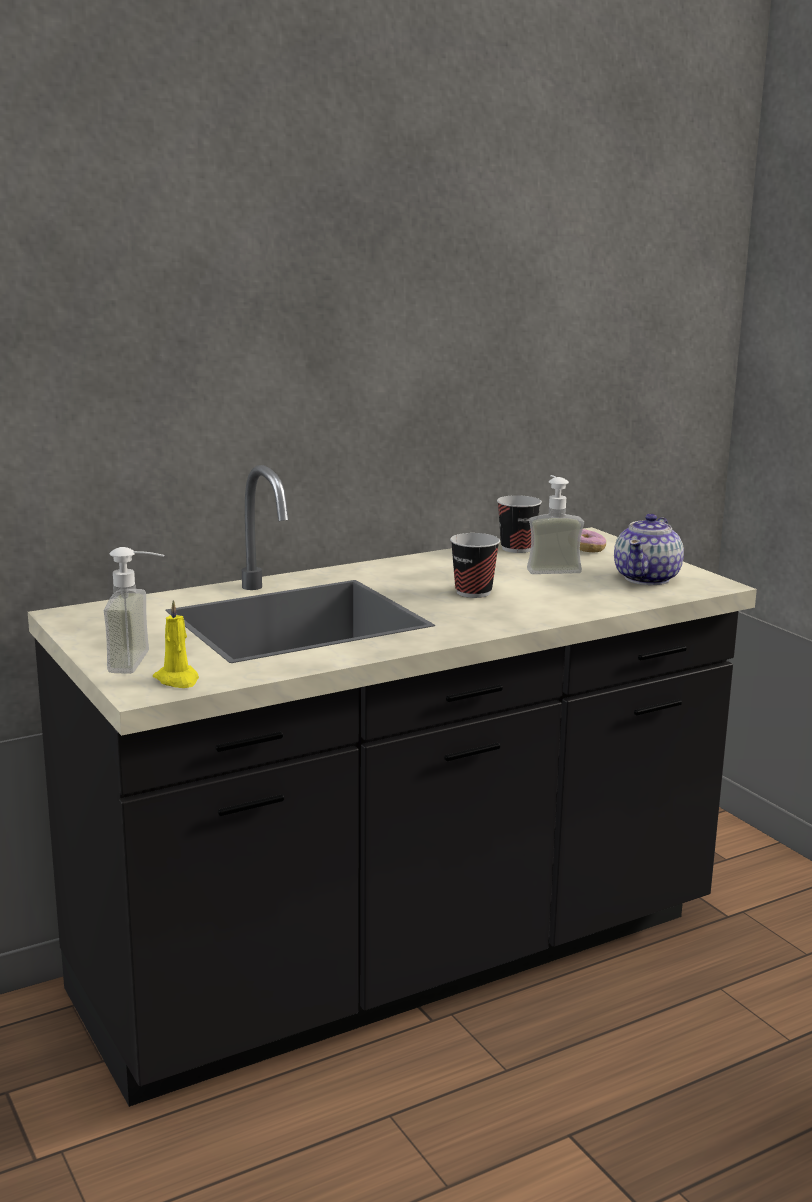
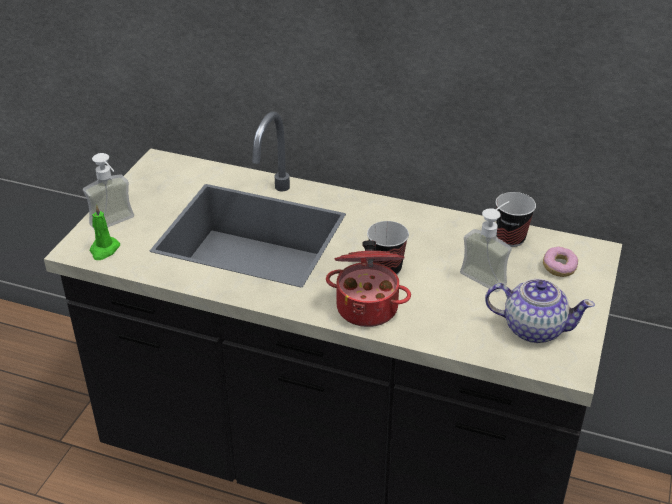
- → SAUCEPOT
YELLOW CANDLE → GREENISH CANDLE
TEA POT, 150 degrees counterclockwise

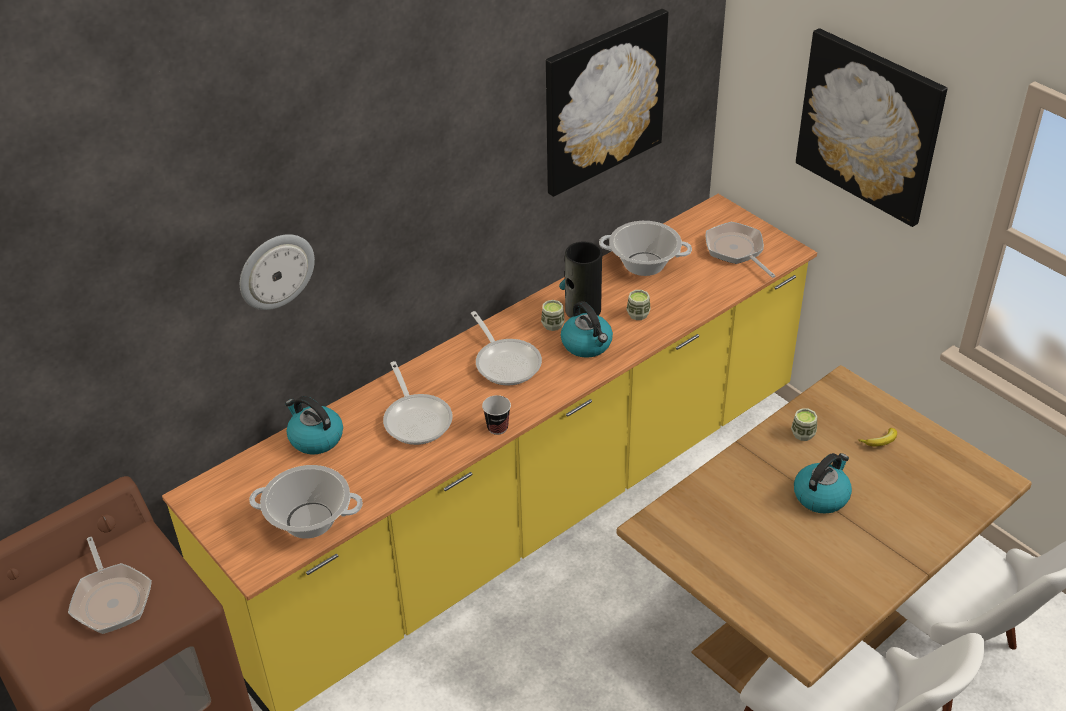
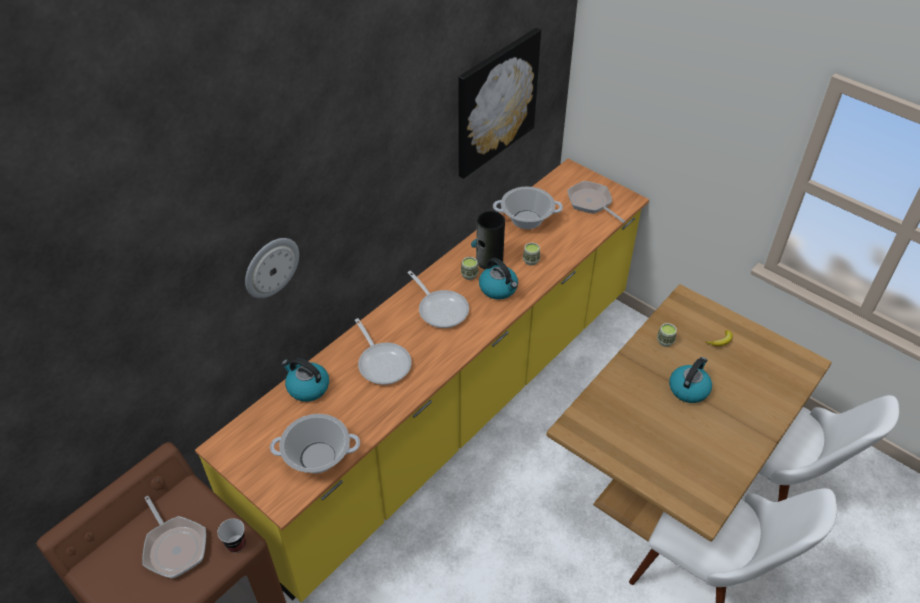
PICTURE (no. 2 from left) → -
CUP (no. 1 from left), shifted

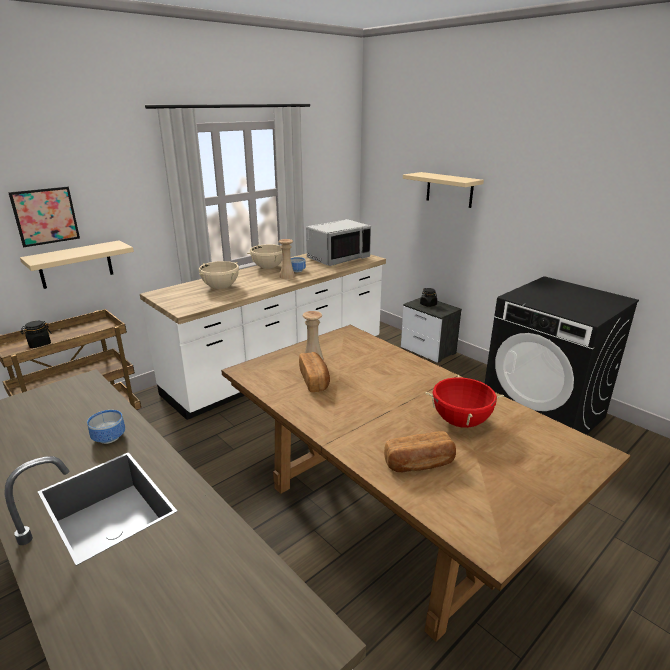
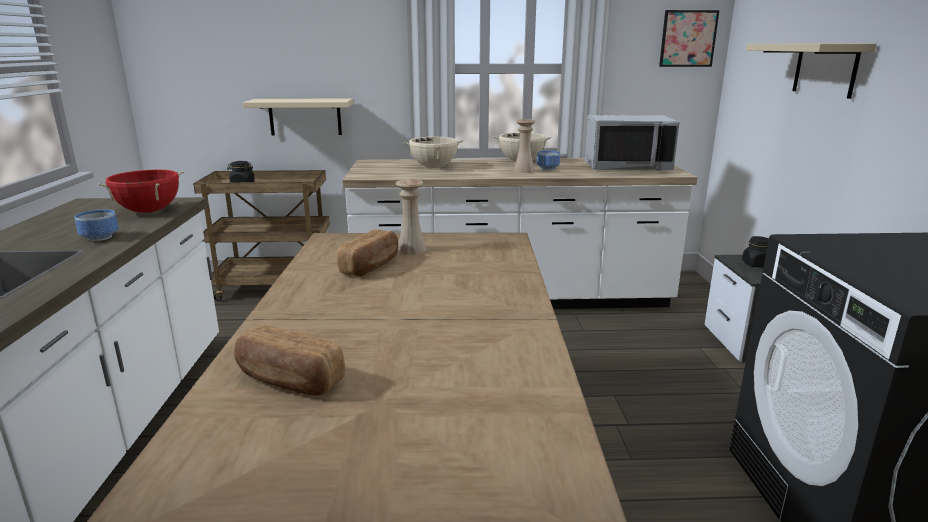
PICTURE, shifted
REDDISH SAUCEPOT, shifted

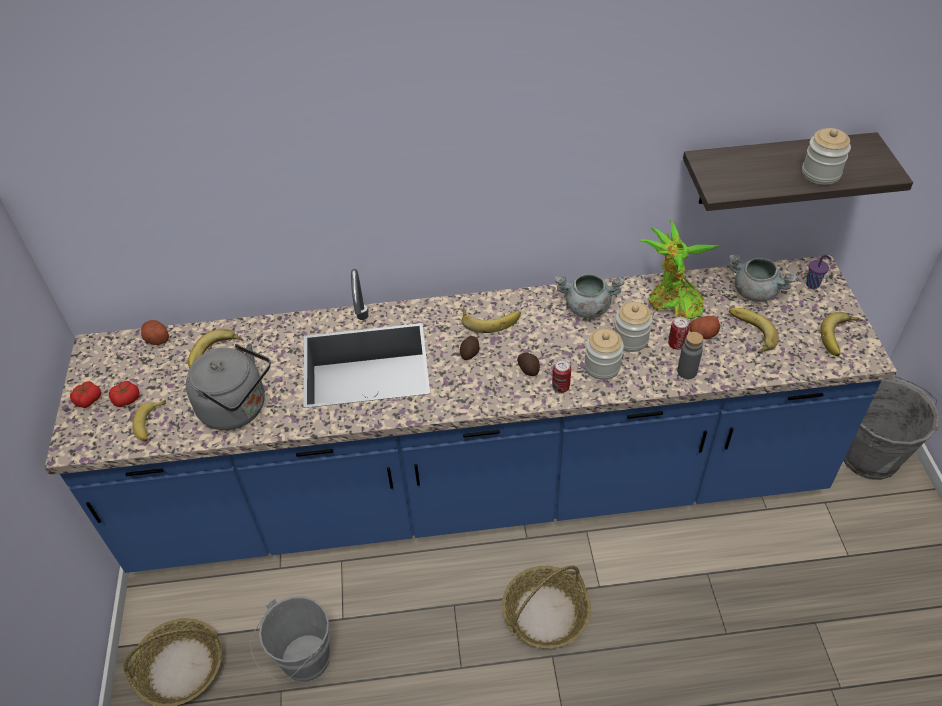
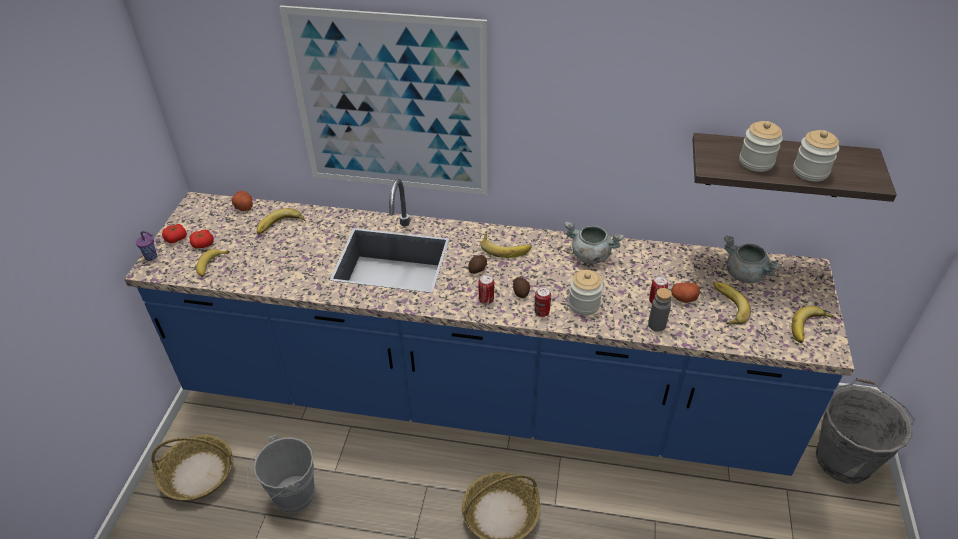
GREYISH KETTLE → -
PLANT IN A POT → -
- → PICTURE
- → SEALED CAN (no. 1 from left)
STORAGE JAR (no. 2 from left), shifted
PURPLE-COLOURED CUP, shifted

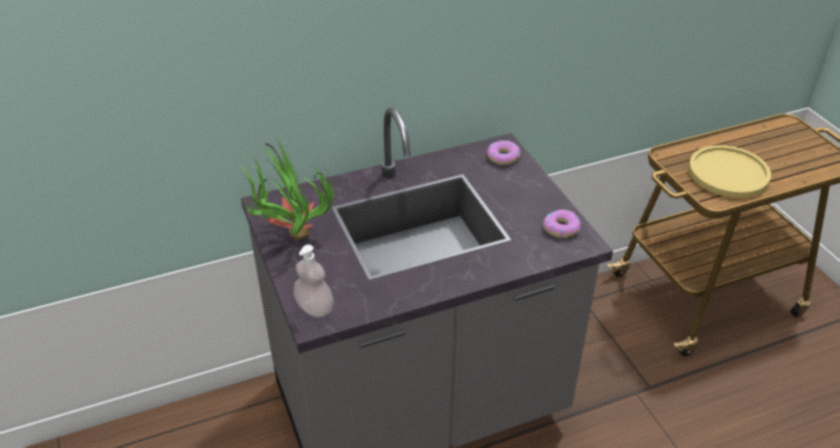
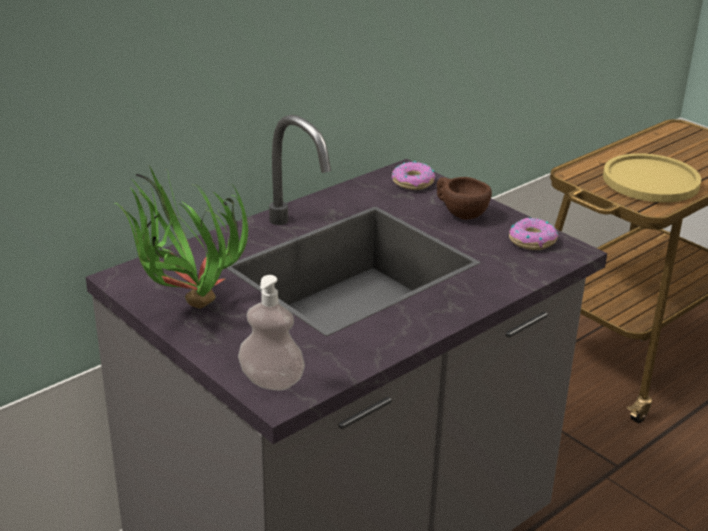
- → BROWN CUP

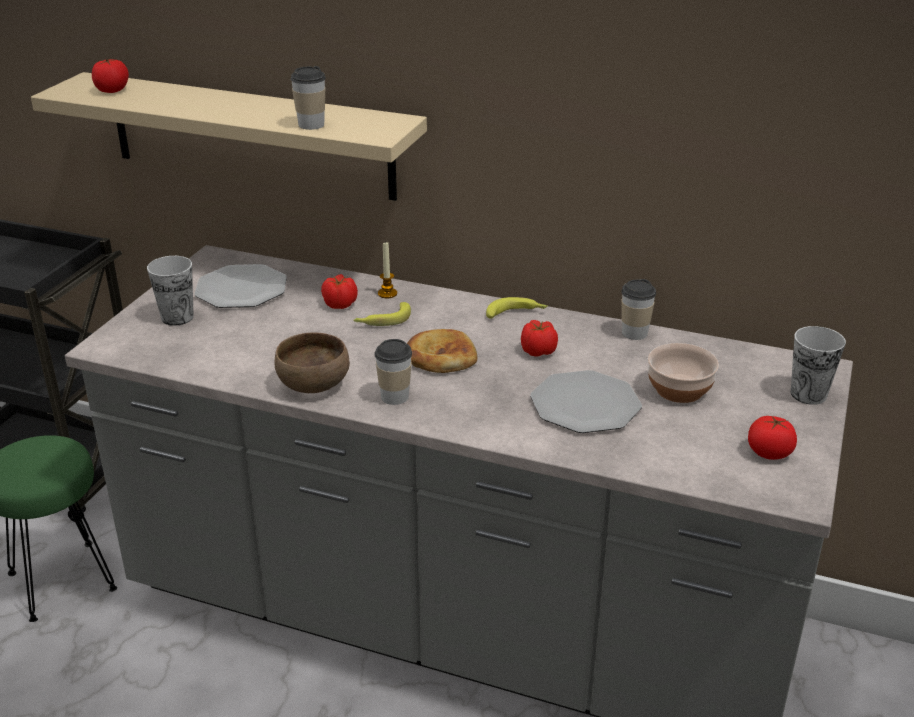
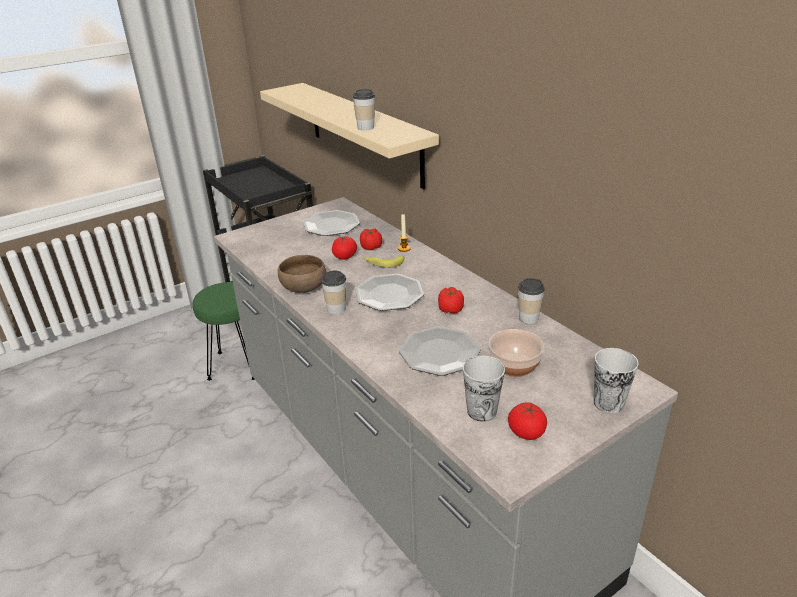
BANANA FRUIT (no. 2 from left) → -
FRESH TOMATO (no. 1 from left), shifted
CUP (no. 1 from left in the first image) → CUP (no. 3 from left), shifted
BAKERY BREAD → PLATE (no. 2 from left)

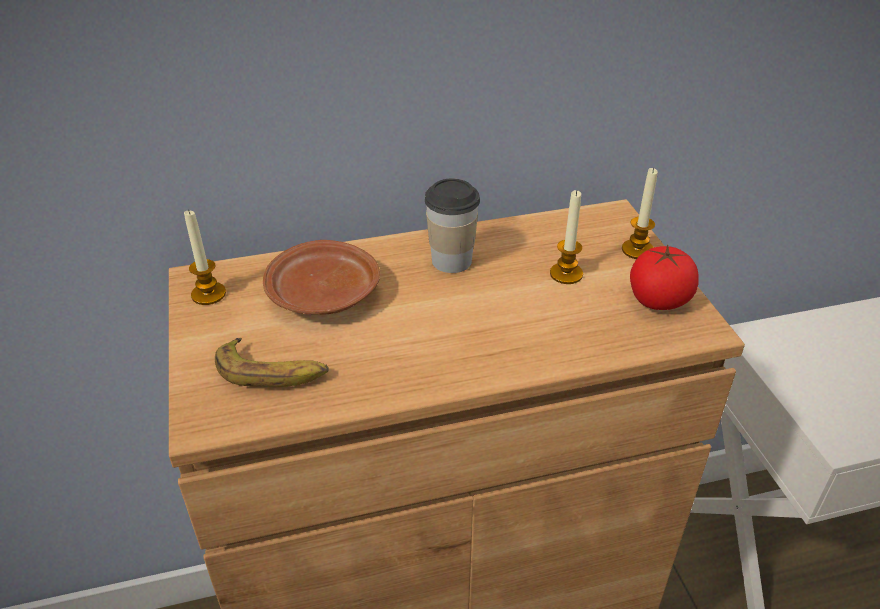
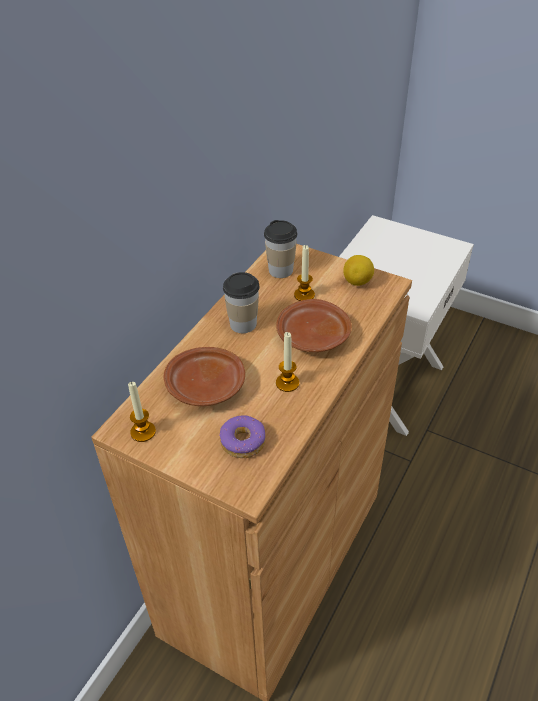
- → CUP (no. 2 from left)
- → BROWN PLATE (no. 2 from left)
CANDLE (no. 3 from left in the first image) → CANDLE (no. 2 from left), shifted
BANANA FRUIT → DOUGHNUT
FRESH TOMATO → WHOLE LEMON

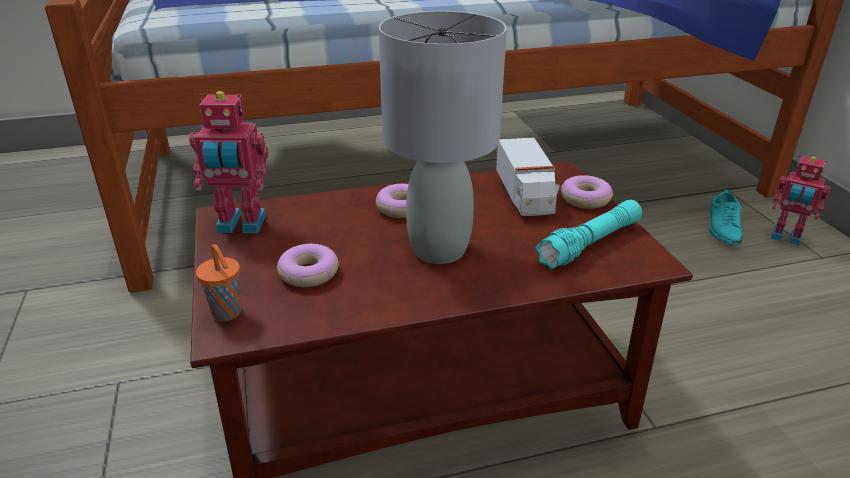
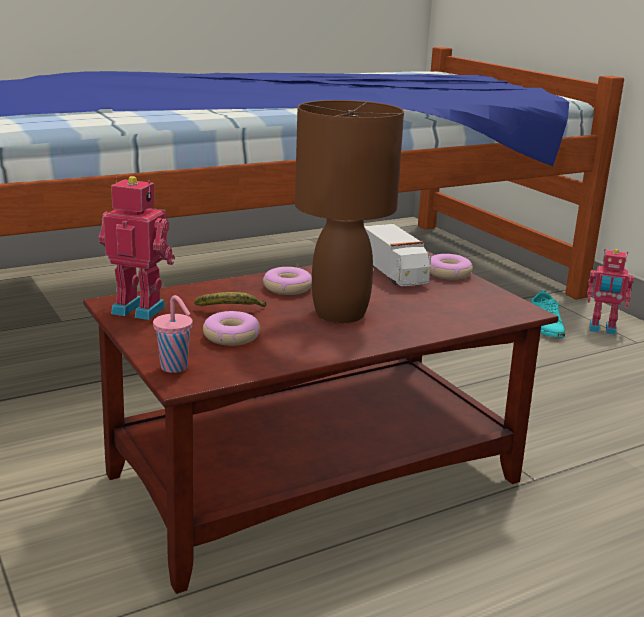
TURQUOISE-COLOURED TORCH → -
- → BANANA FRUIT
ORANGEY CUP → PINK CUP
GREYISH LAMP FOR A TABLE → BROWN LAMP FOR A TABLE
MODEL ROBOT (no. 1 from left), 150 degrees counterclockwise

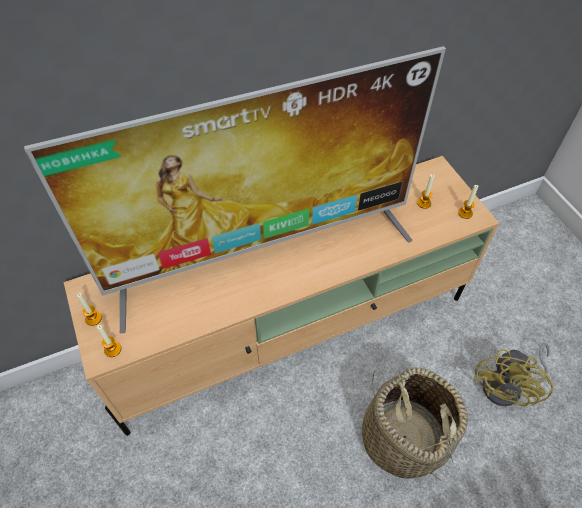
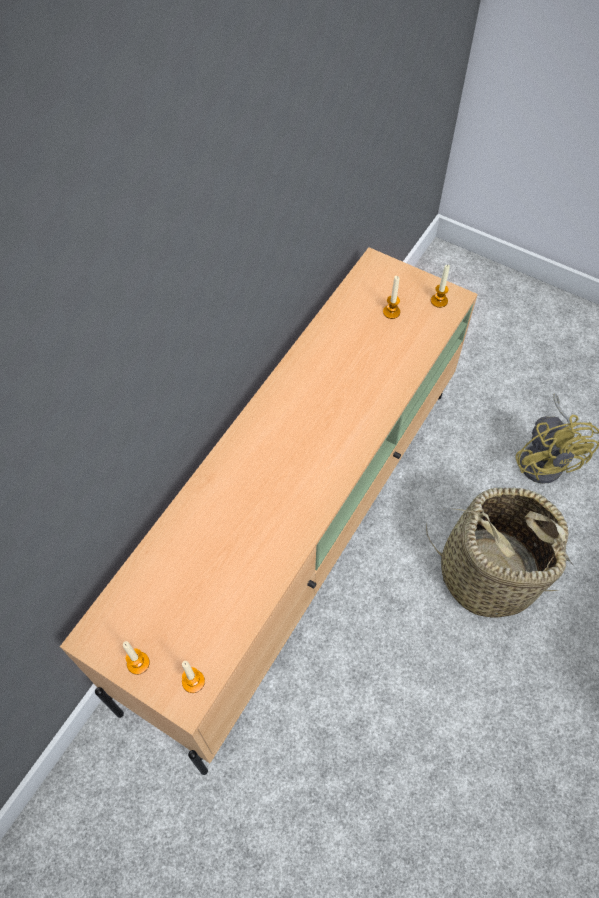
TV → -

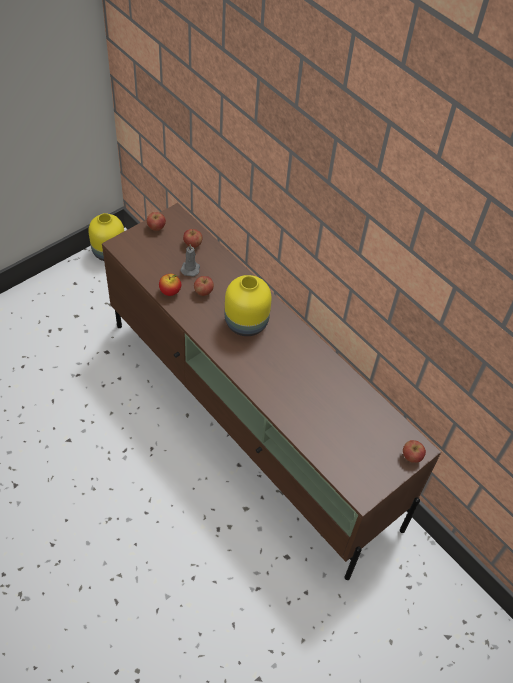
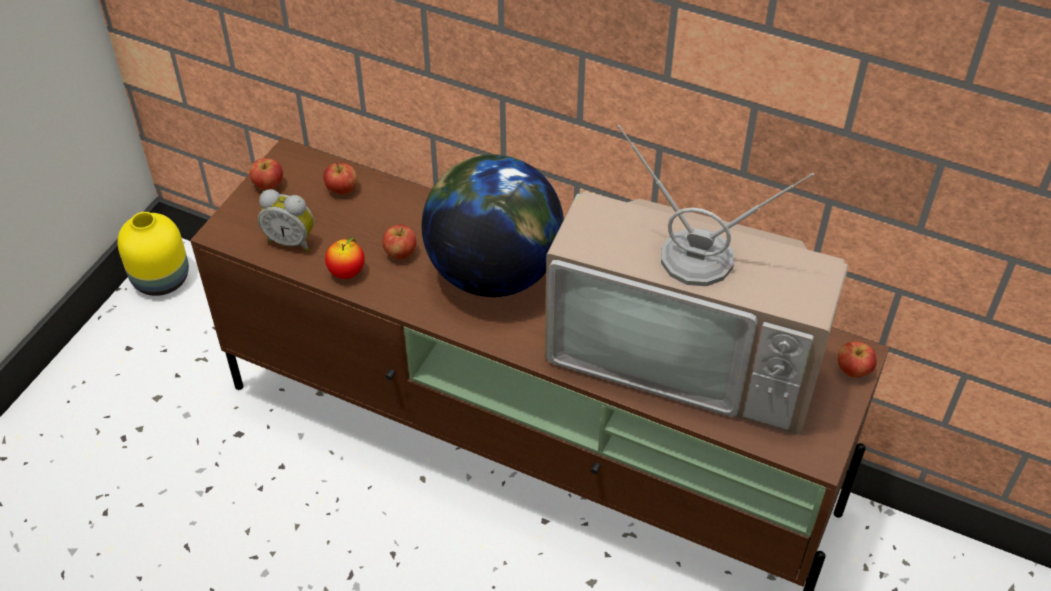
GREYISH CANDLE → -
- → ALARM CLOCK
- → TV
YELLOW FLOWER VASE (no. 2 from left) → GLOBE

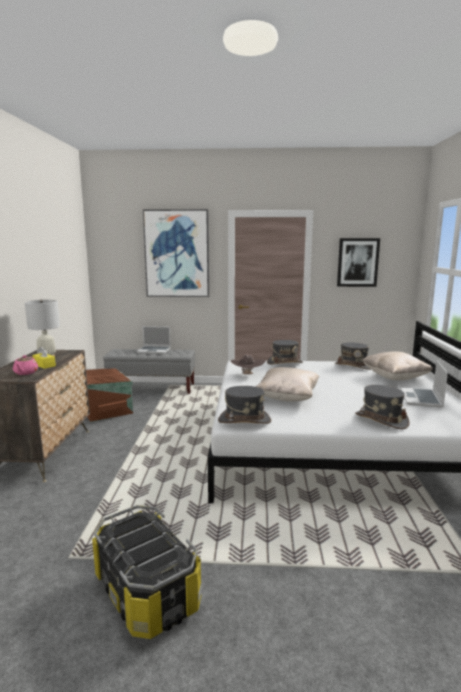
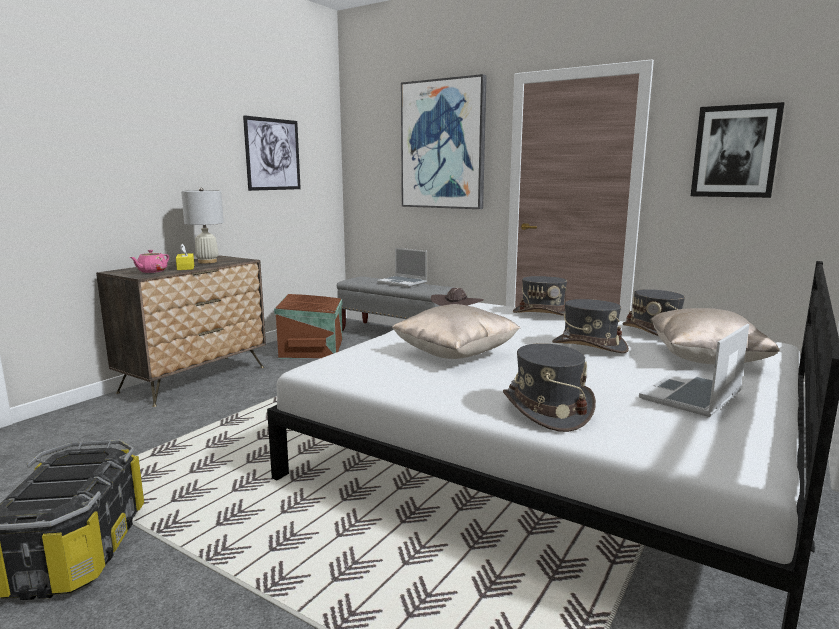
- → PICTURE (no. 1 from left)
GREYISH CLOTHING HAT (no. 1 from left in the first image) → GREYISH CLOTHING HAT (no. 3 from left), shifted

